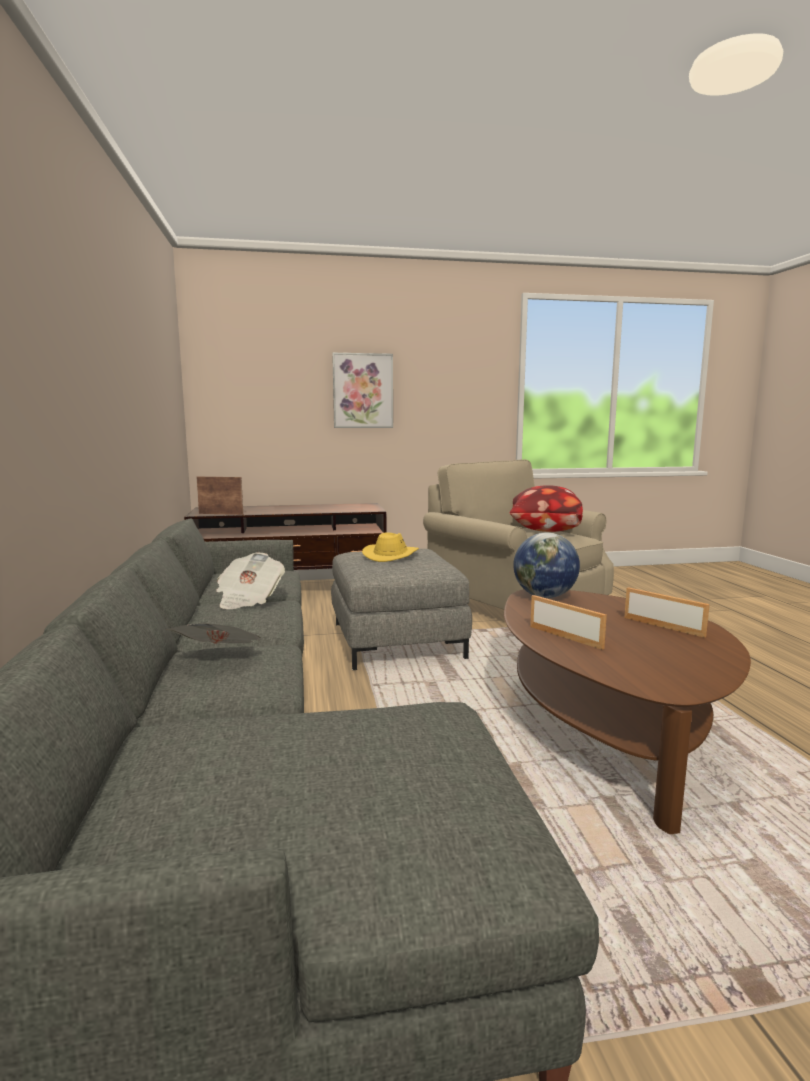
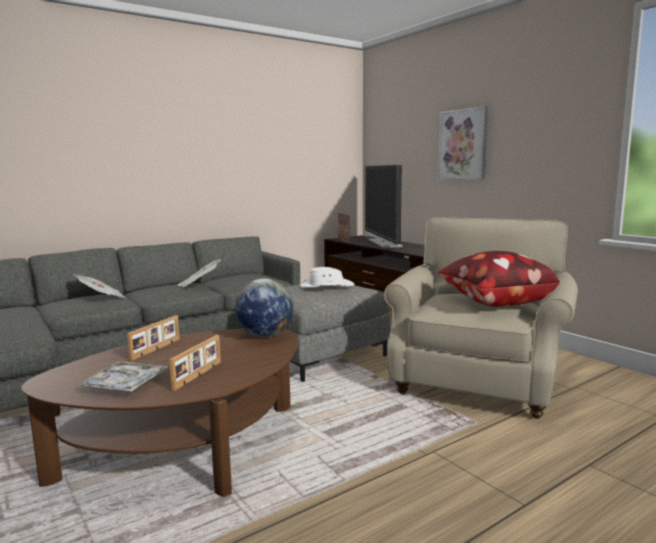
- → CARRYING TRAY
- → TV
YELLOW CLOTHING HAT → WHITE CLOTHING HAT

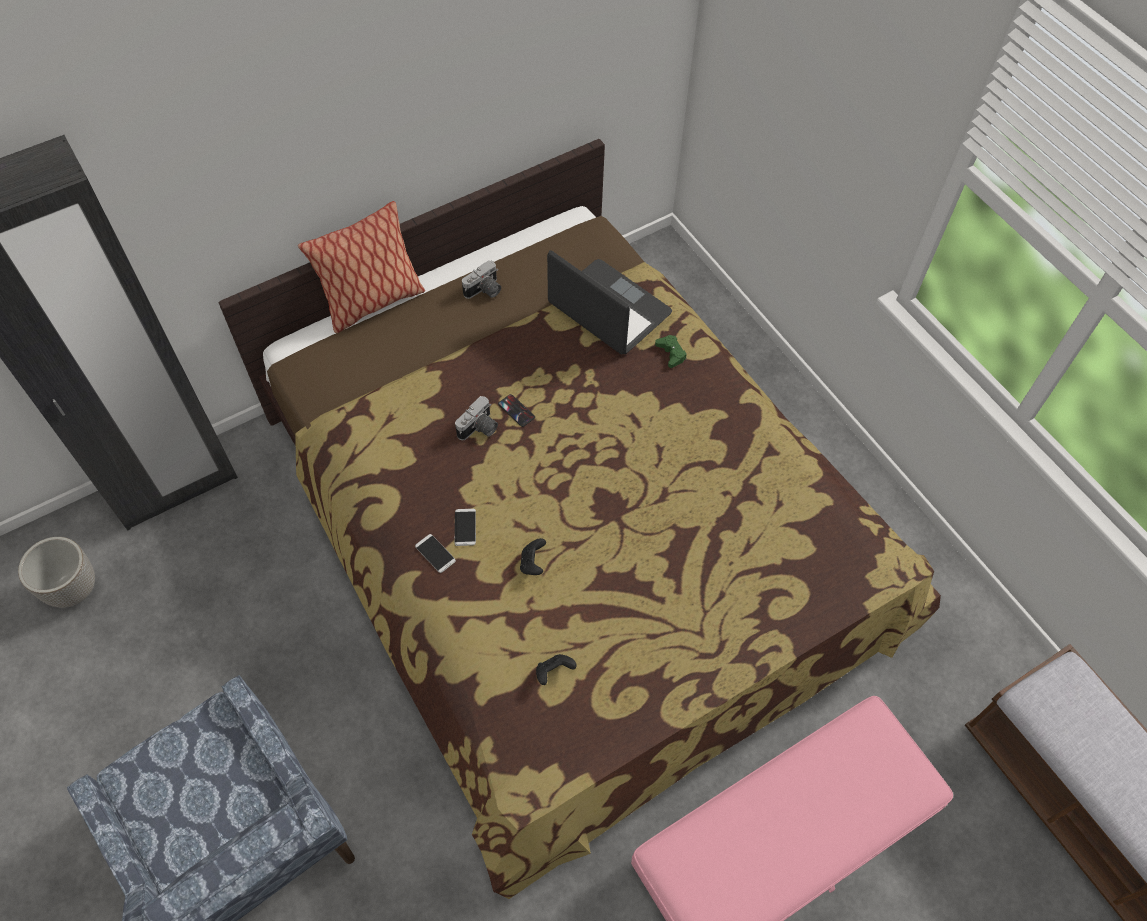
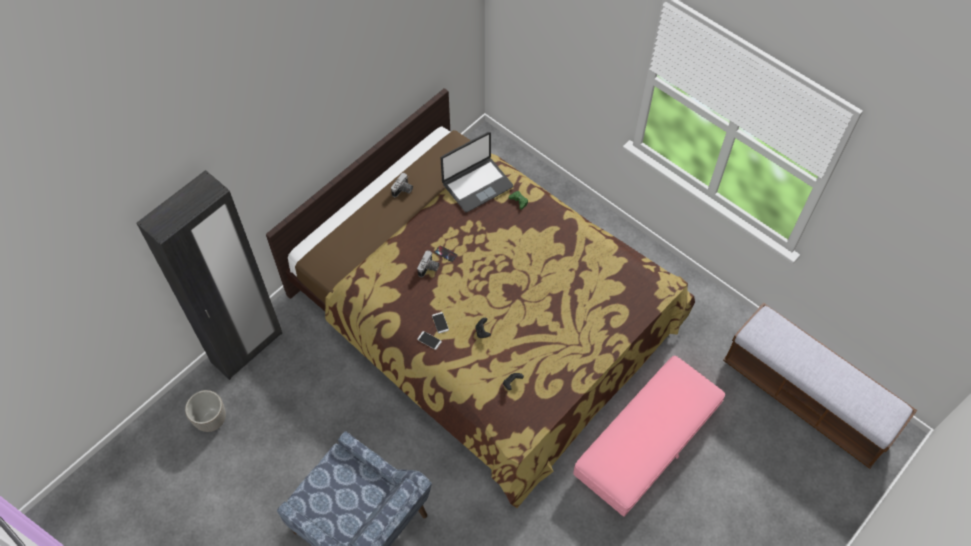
THROW PILLOW → -
LAPTOP, 120 degrees clockwise

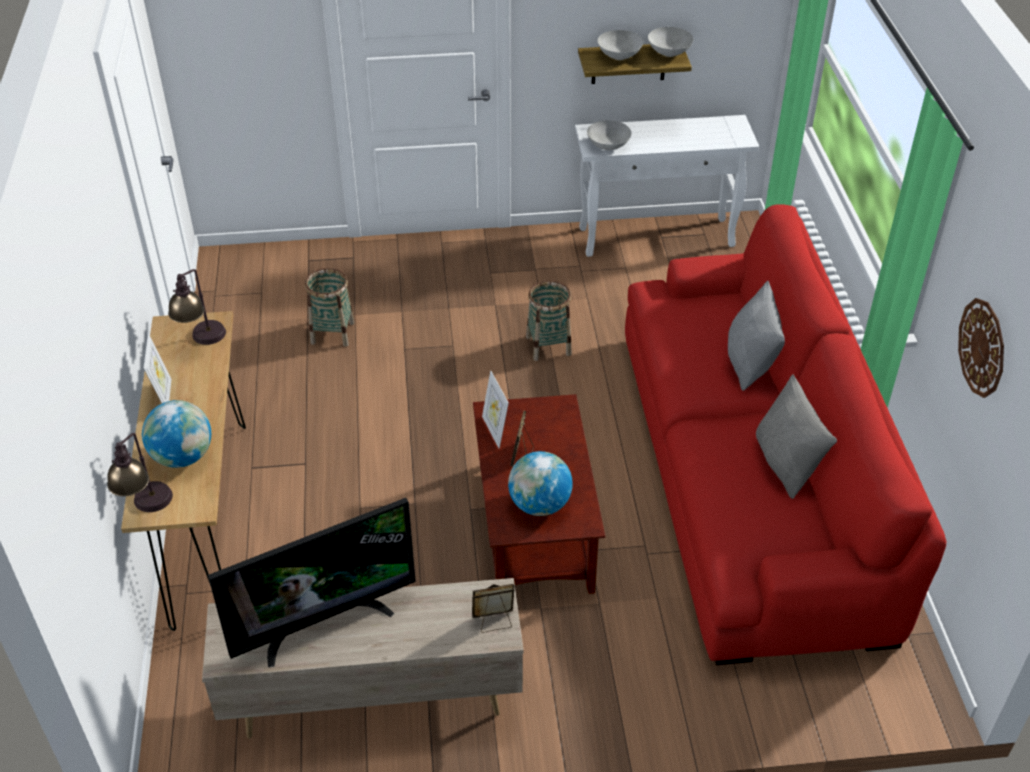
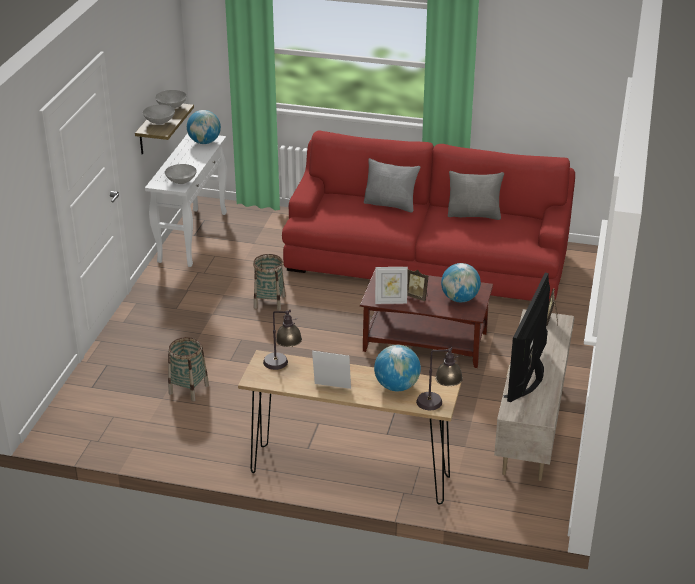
CLOCK ON THE WALL → -
- → GLOBE (no. 1 from left)
TV, 150 degrees counterclockwise

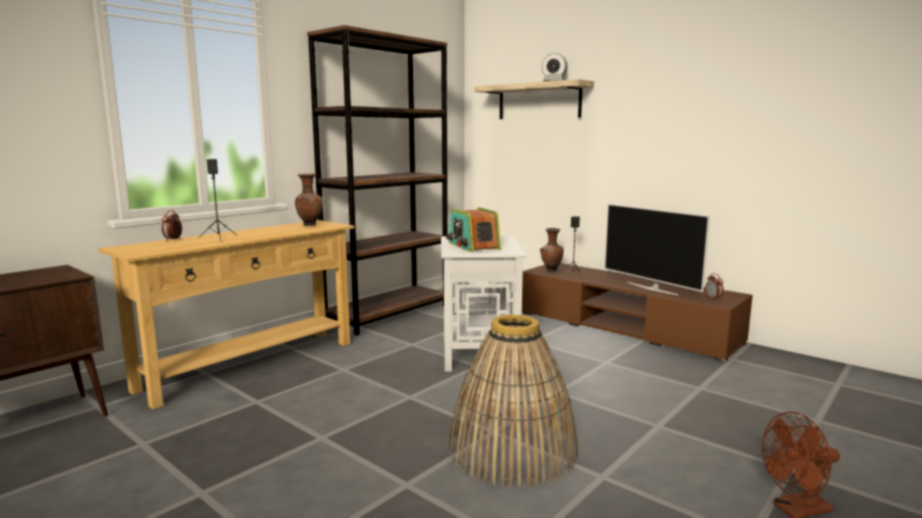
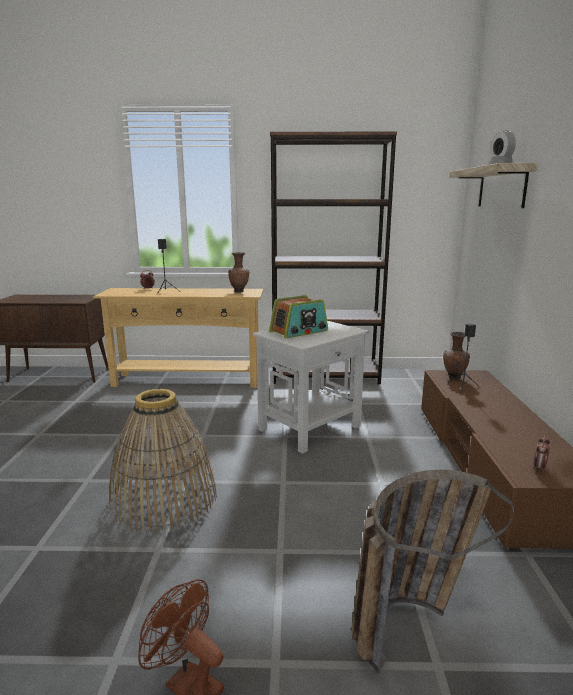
TV → -
- → BASKET (no. 2 from left)
RADIO RECEIVER, 150 degrees counterclockwise

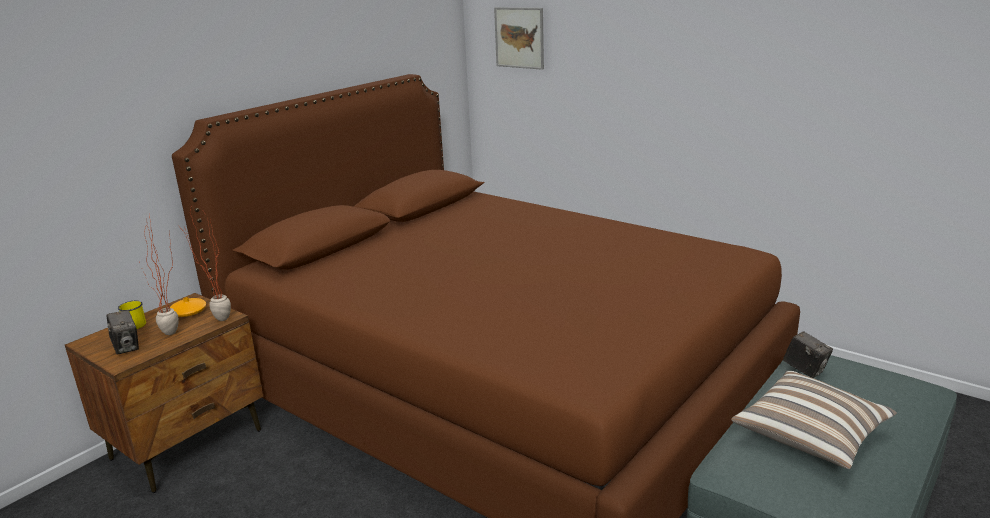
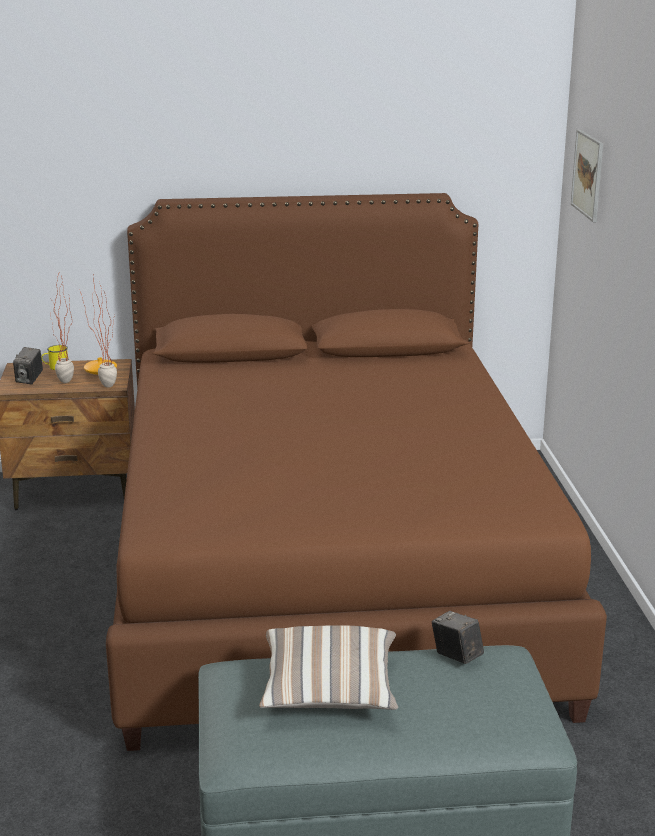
STILL CAMERA (no. 2 from left), 135 degrees clockwise

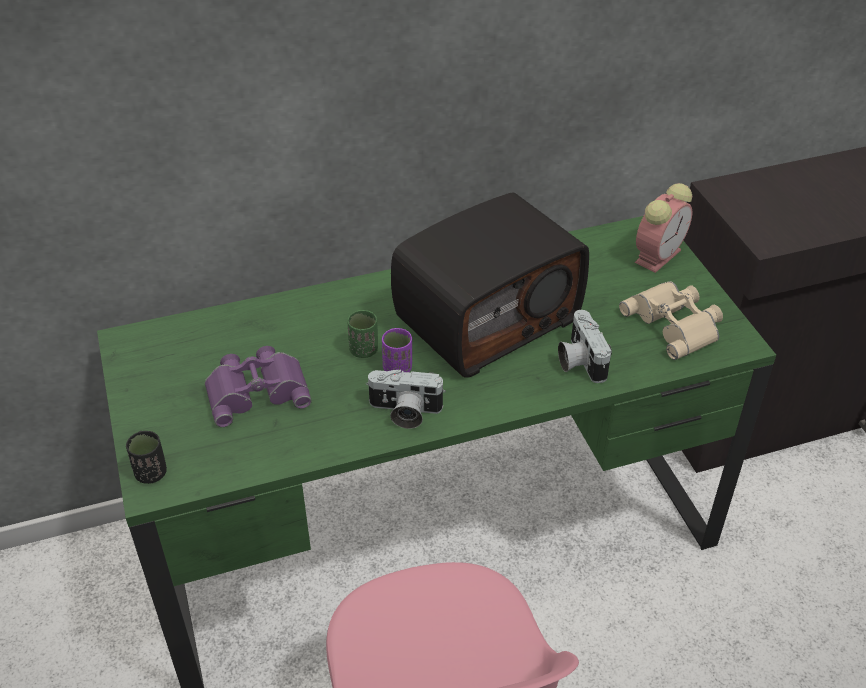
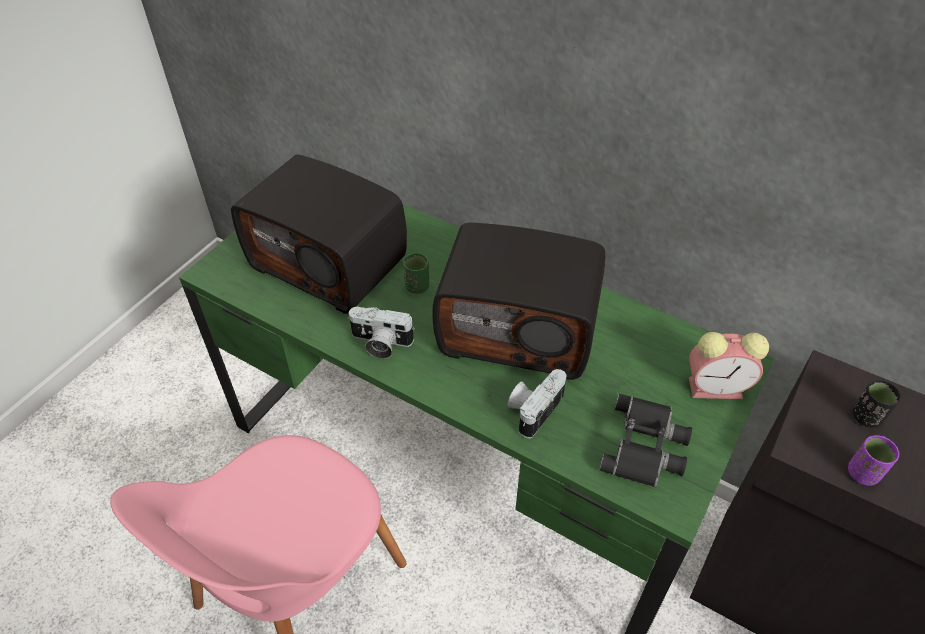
BLACKISH CUP, shifted
PURPLE-COLOURED CUP, shifted
PURPLE-COLOURED PAIR OF BINOCULARS → RADIO RECEIVER (no. 1 from left)
SAND-COLOURED PAIR OF BINOCULARS → BLACKISH PAIR OF BINOCULARS
STILL CAMERA (no. 1 from left), 45 degrees counterclockwise

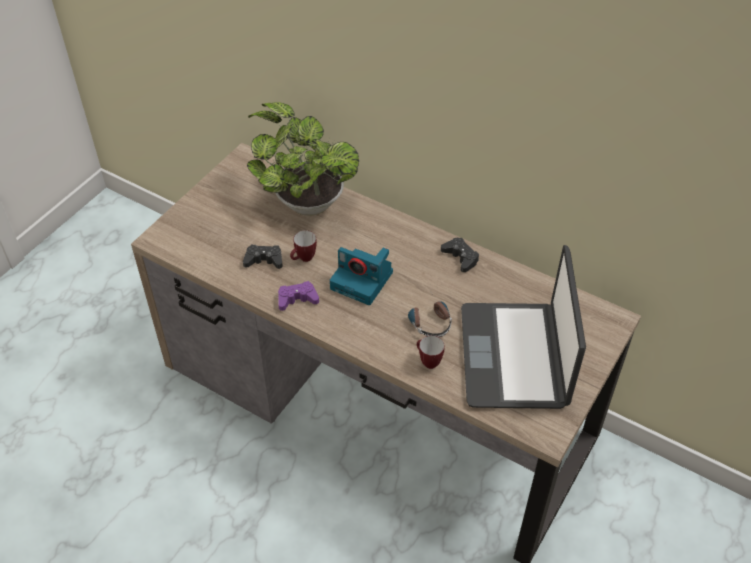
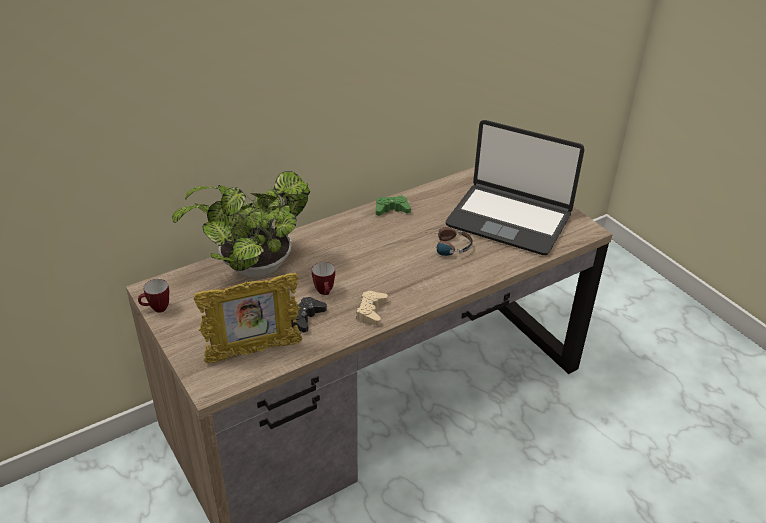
STILL CAMERA → -
- → PHOTO FRAME
COFFEE MUG (no. 2 from left in the first image) → COFFEE MUG (no. 1 from left), shifted
PURPLE-COLOURED GAMEPAD → SAND-COLOURED GAMEPAD
BLACKISH GAMEPAD (no. 2 from left) → GREENISH GAMEPAD

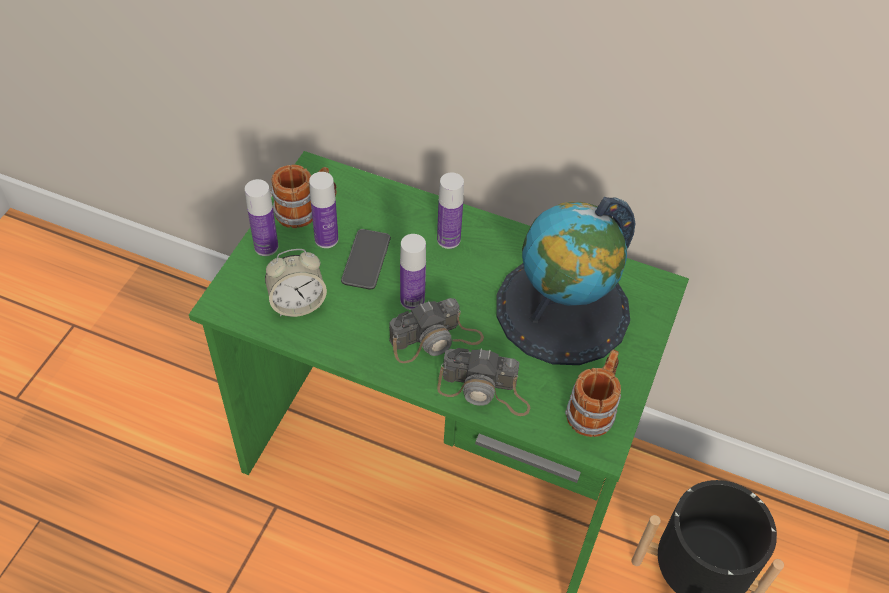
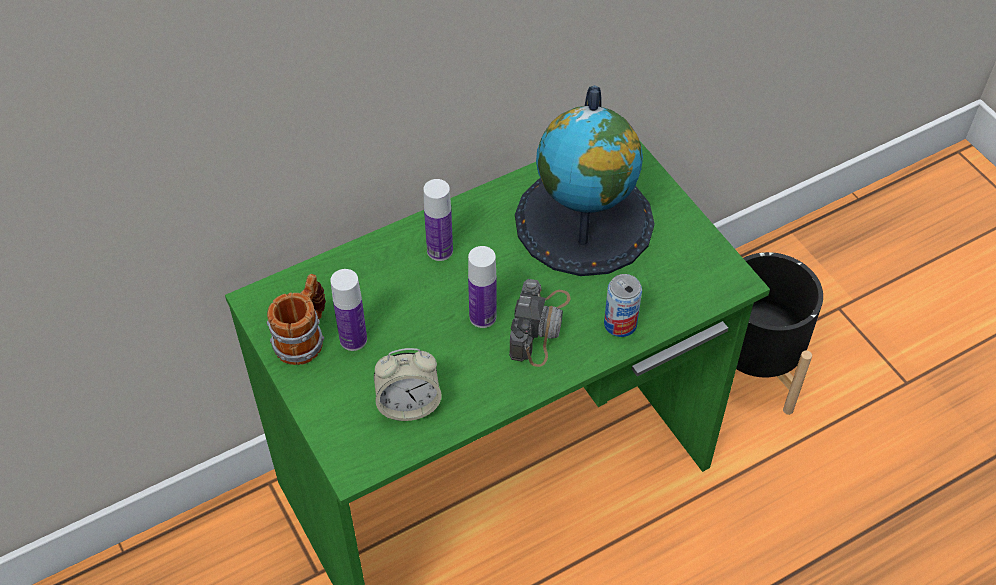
BEVERAGE BOTTLE (no. 1 from left) → -
PHONE → -
COFFEE MUG (no. 2 from left) → -
STILL CAMERA (no. 2 from left) → SEALED CAN
ALARM CLOCK, 60 degrees clockwise

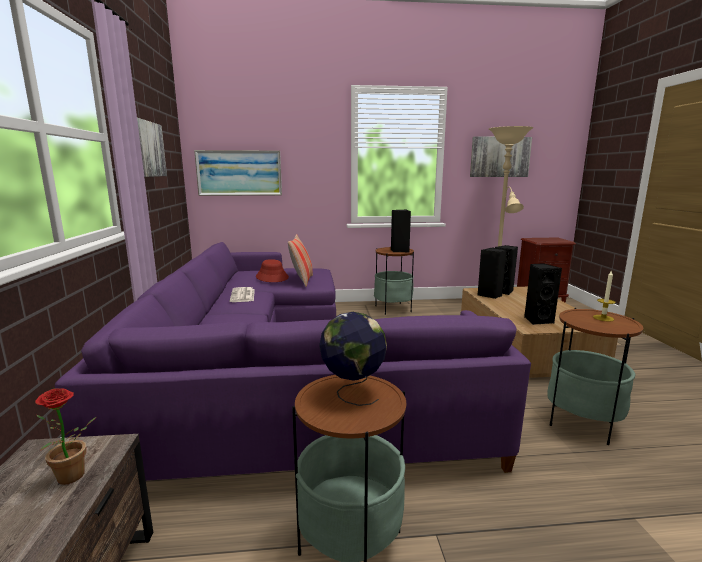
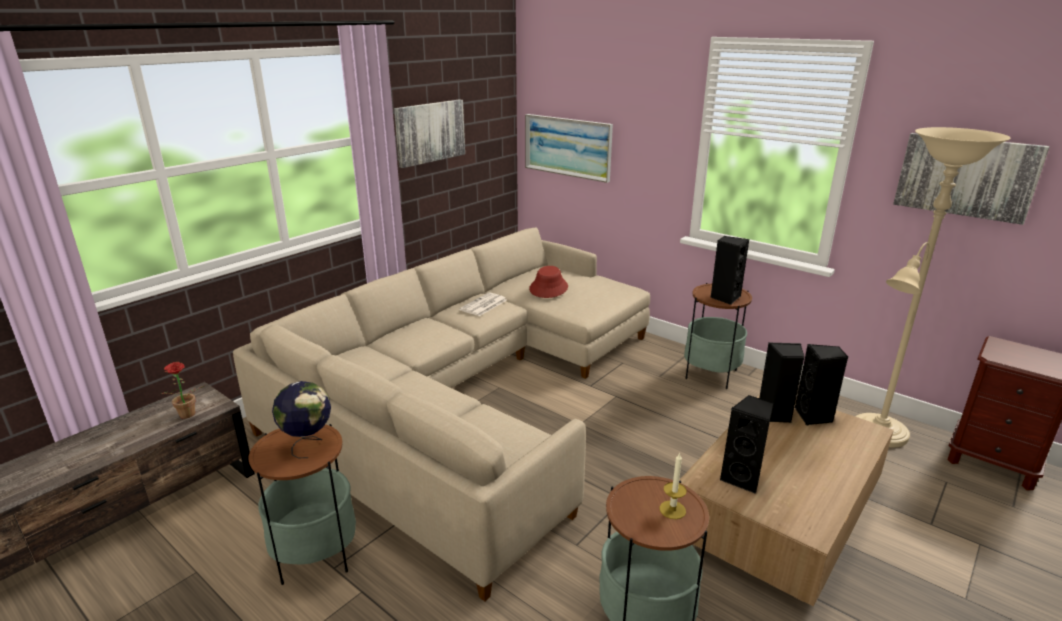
THROW PILLOW → -
PURPLE-COLOURED COUCH → SAND-COLOURED COUCH

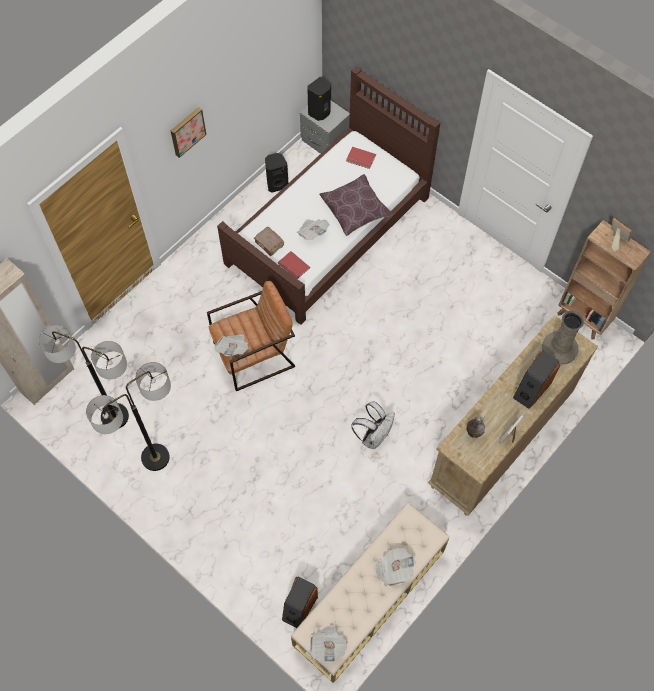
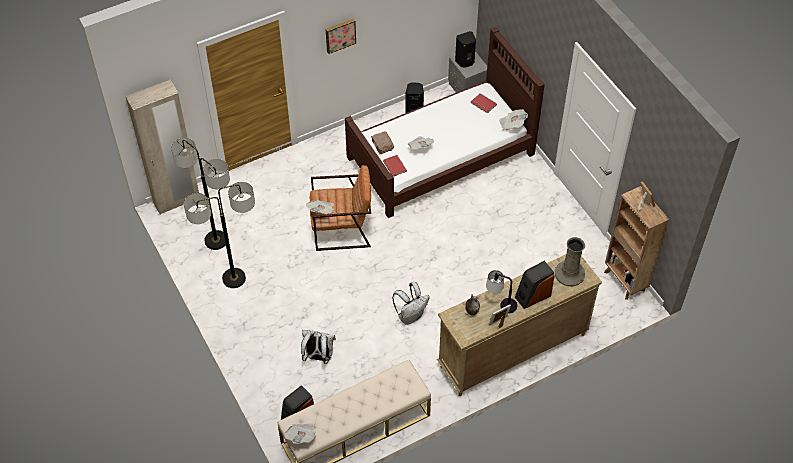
BROWN THROW PILLOW → -
- → WHITE RUCKSACK (no. 1 from left)
- → LAMP FOR A TABLE
PRINTED PAPER (no. 4 from left), shifted

